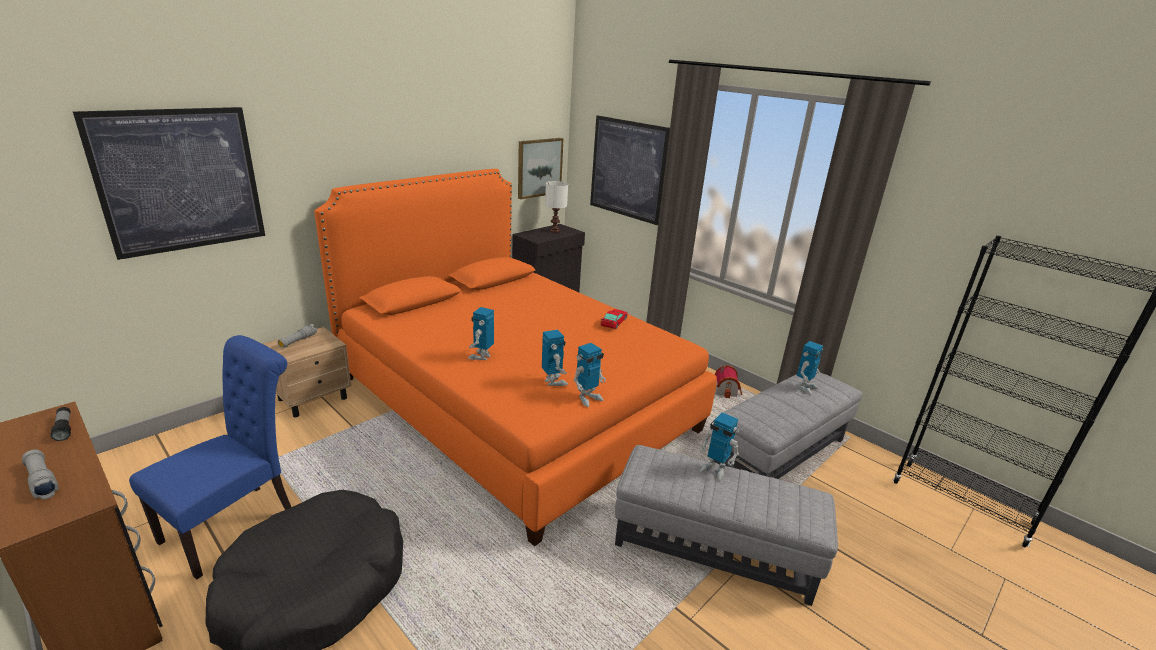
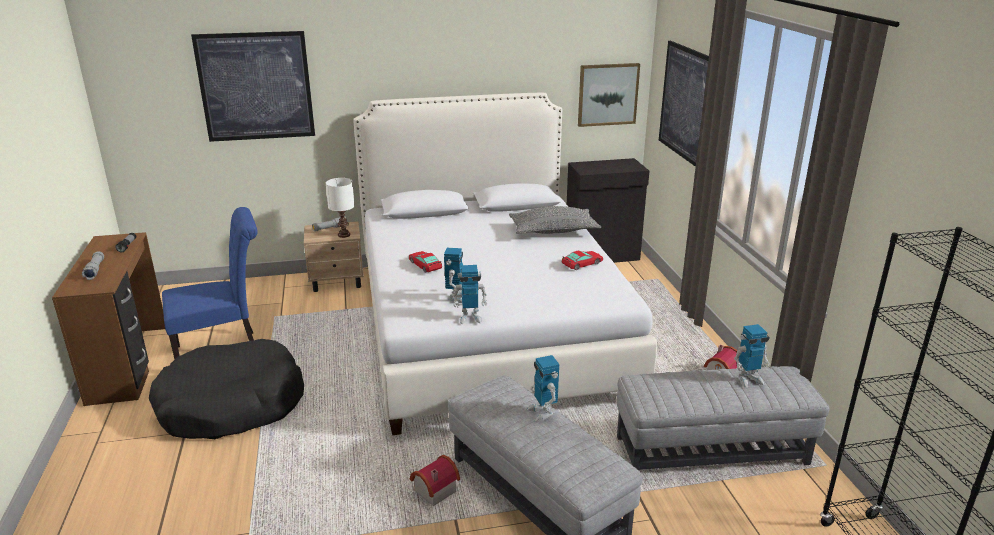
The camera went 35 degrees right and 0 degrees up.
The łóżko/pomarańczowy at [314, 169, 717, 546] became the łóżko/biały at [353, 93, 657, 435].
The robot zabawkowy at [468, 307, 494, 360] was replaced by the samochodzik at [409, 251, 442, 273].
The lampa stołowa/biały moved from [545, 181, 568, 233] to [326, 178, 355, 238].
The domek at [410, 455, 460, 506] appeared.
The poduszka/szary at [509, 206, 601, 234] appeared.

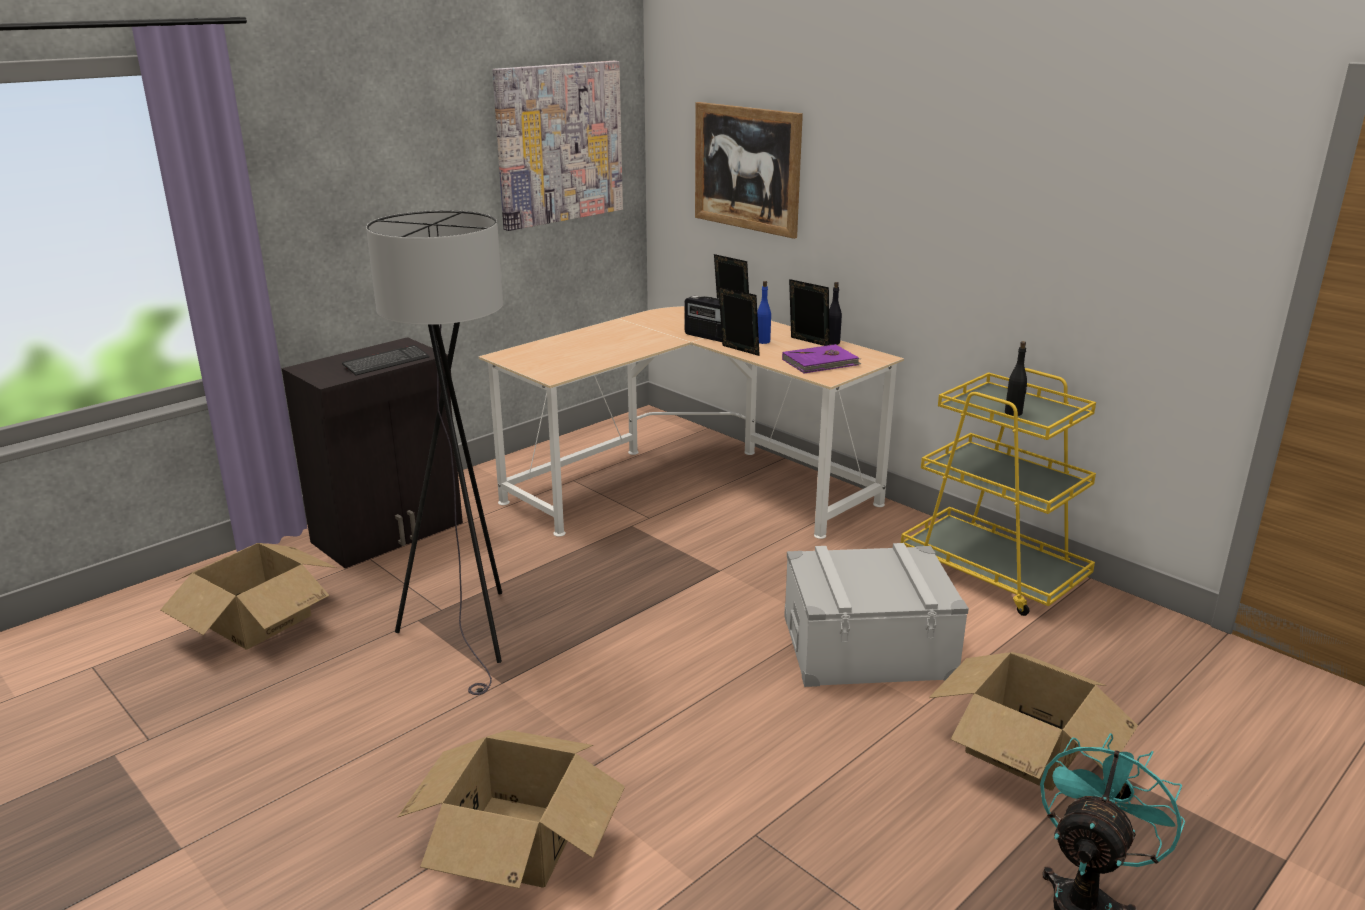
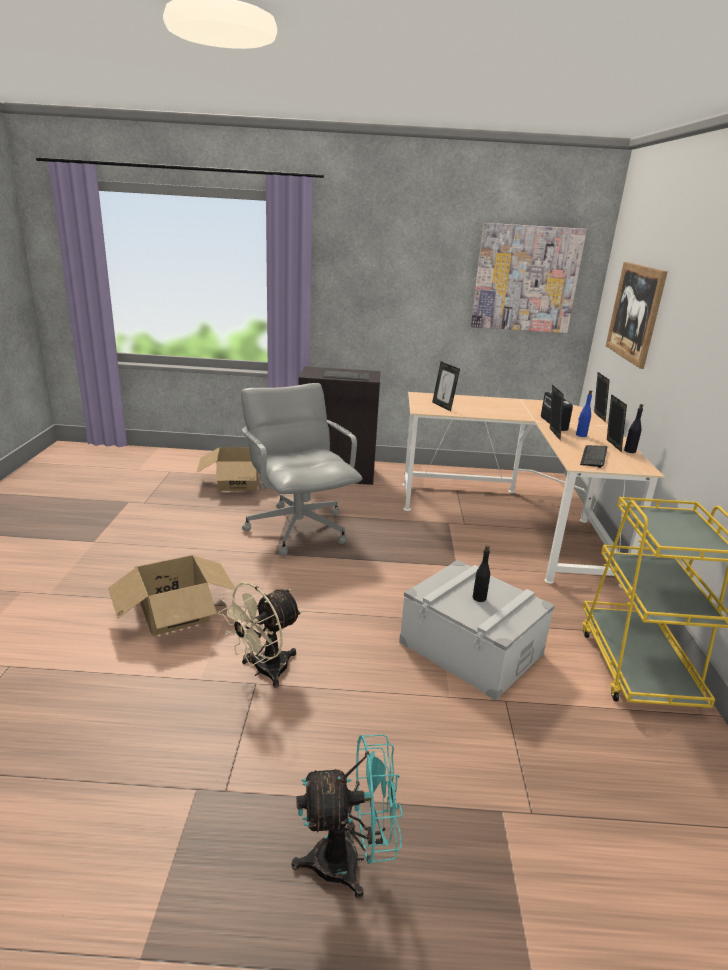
The camera went 45 degrees right and 0 degrees up.
The lampa stojąca/szary at [366, 210, 503, 695] was replaced by the krzesło biurowe/szary at [241, 383, 362, 556].
The książka/fioletowy at [782, 344, 861, 373] was replaced by the klawiatura at [580, 445, 608, 468].
The karton at [929, 652, 1138, 791] disappeared.
The butelka/czarny moved from [1005, 341, 1027, 416] to [473, 545, 490, 602].
The wentylator/beżowy at [218, 583, 302, 688] appeared.
The ramka na zdjęcie at [432, 362, 460, 411] appeared.

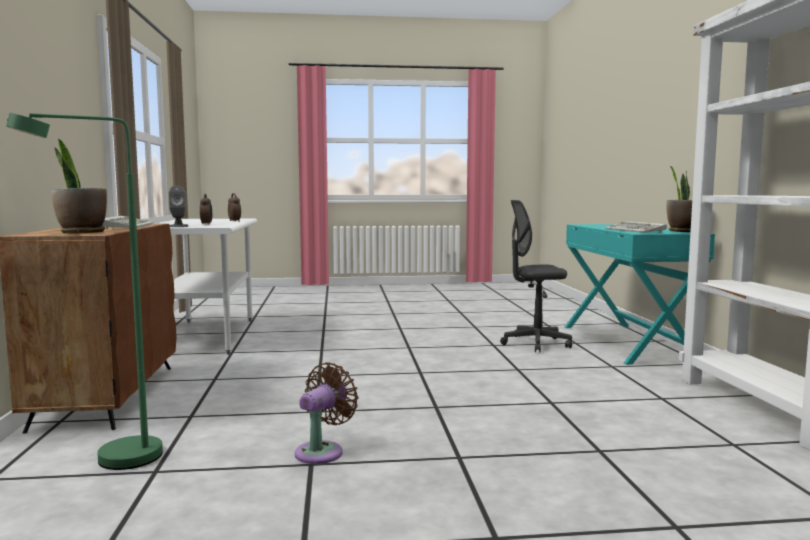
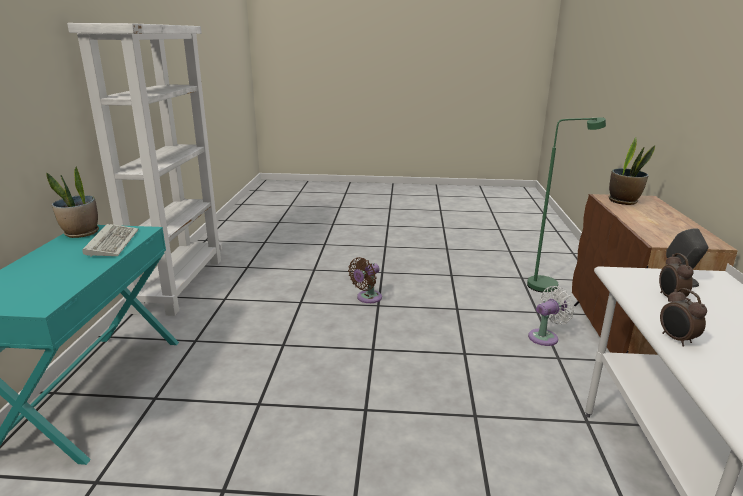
The camera went 170 degrees left and 15 degrees up.
The klawiatura at [102, 216, 154, 229] disappeared.
The wentylator/brązowy moved from [295, 362, 358, 464] to [348, 257, 382, 303].
The krzesło biurowe/szary at [500, 200, 572, 352] disappeared.
The wentylator/biały at [528, 286, 574, 346] appeared.

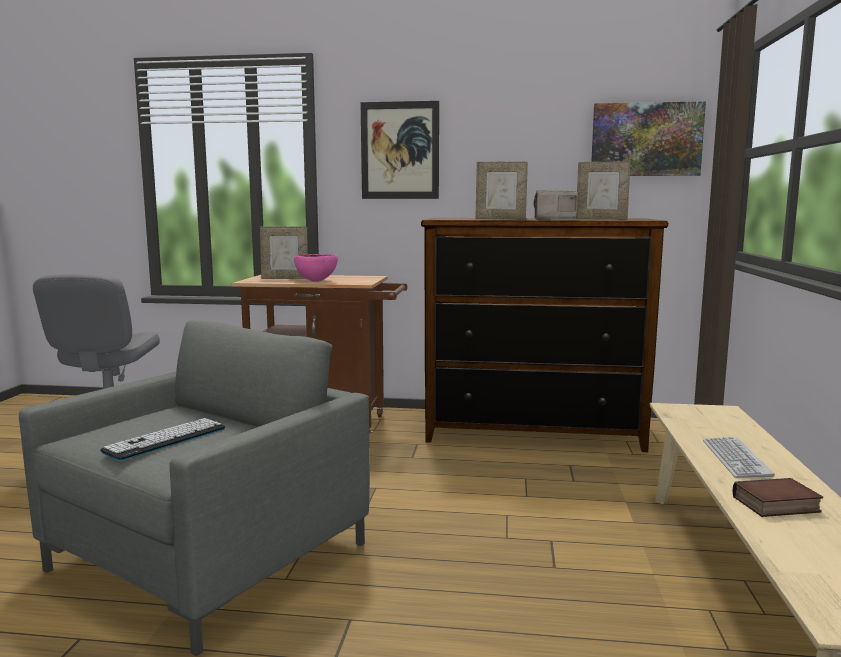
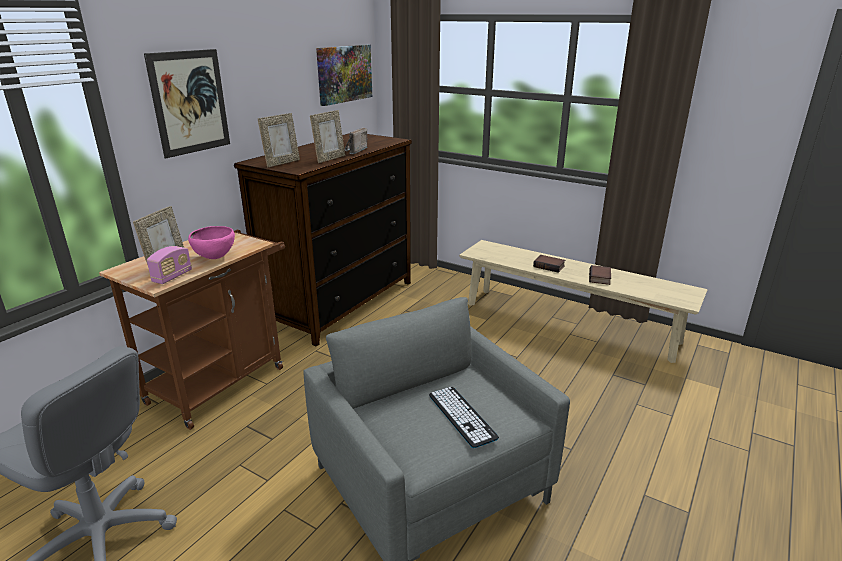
The camera went 65 degrees left and 15 degrees up.
The ramka na zdjęcie moved from [576, 161, 631, 219] to [258, 113, 300, 167].
The klawiatura at [703, 437, 775, 478] was replaced by the książka at [533, 255, 565, 273].
The radio at [147, 246, 192, 284] appeared.

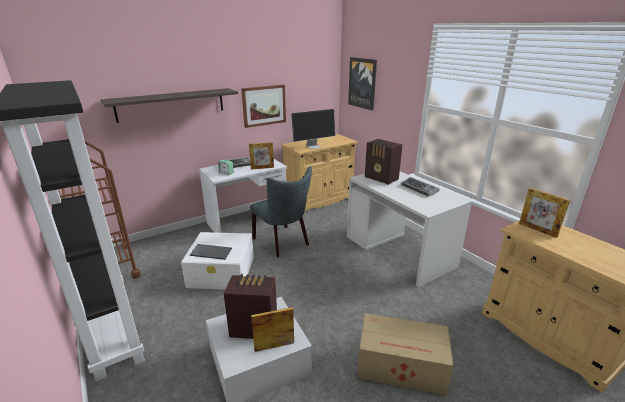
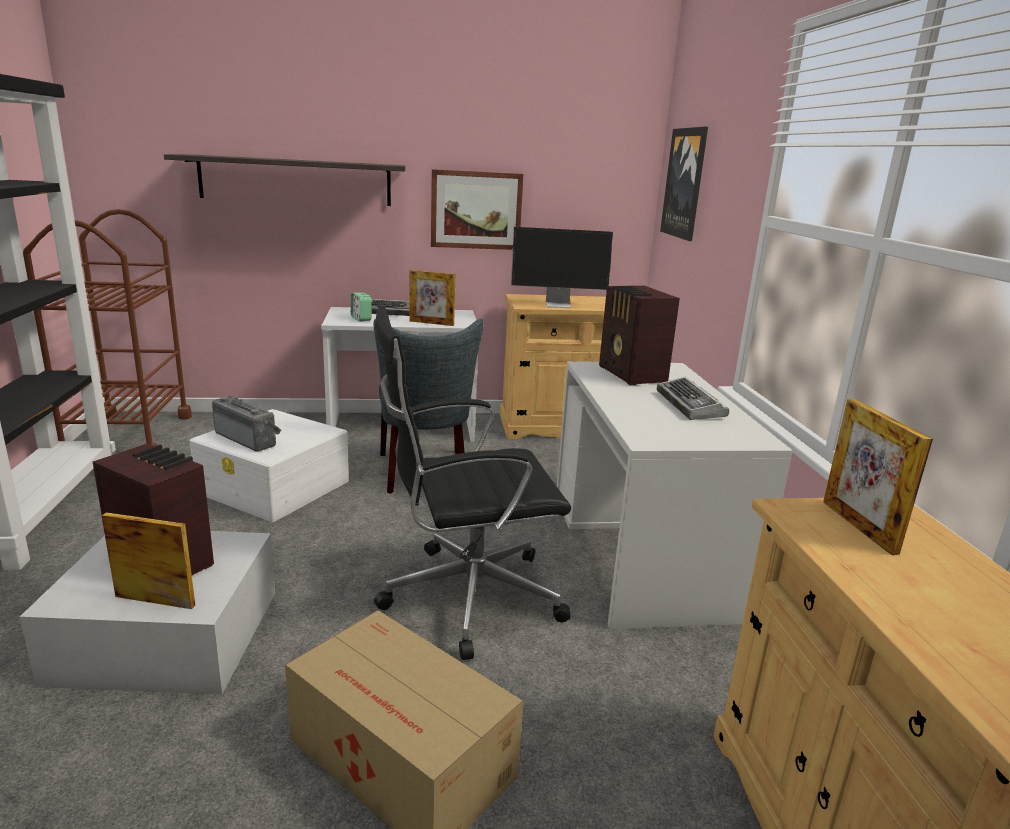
The camera went 25 degrees right and 5 degrees down.
The klawiatura at [190, 244, 232, 260] was replaced by the radio at [212, 396, 281, 452].
The krzesło biurowe/czarny at [374, 306, 571, 660] appeared.

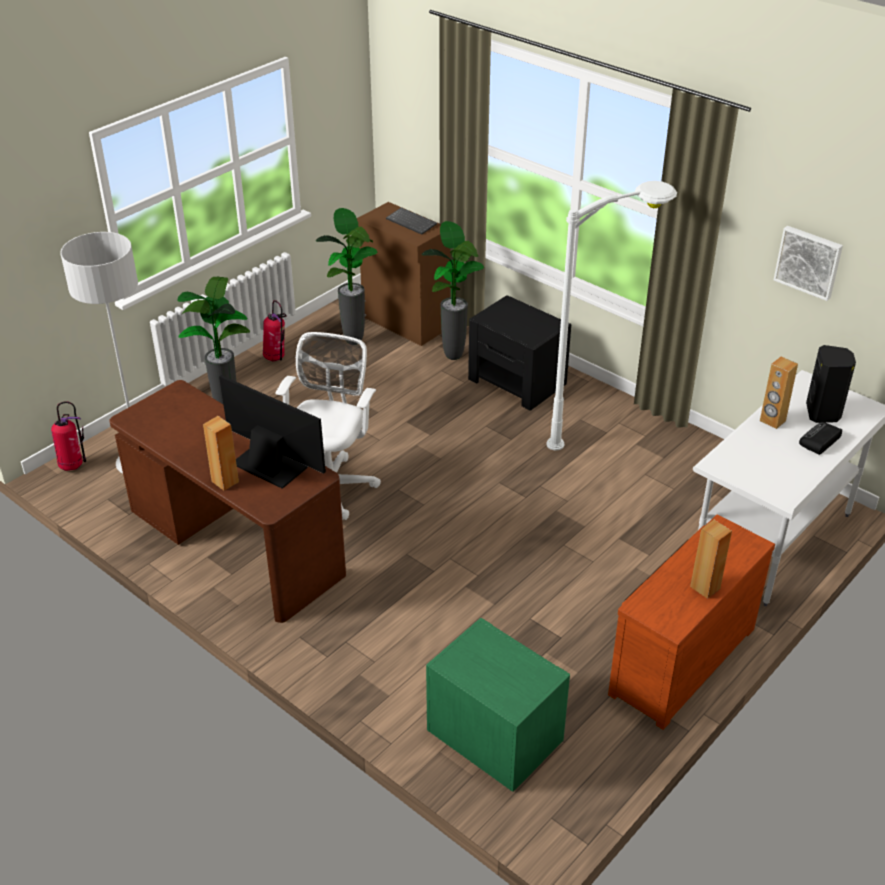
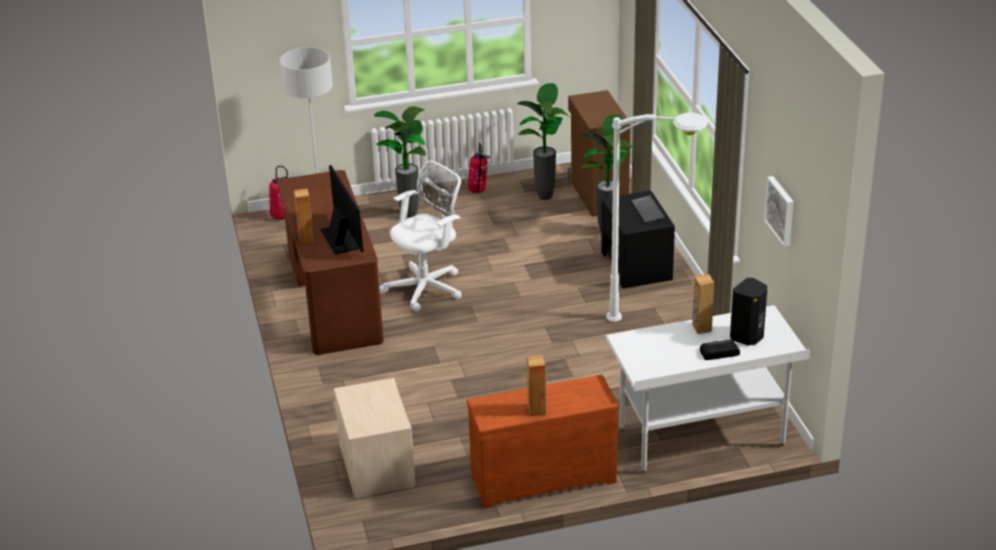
The camera went 35 degrees right and 5 degrees down.
The klawiatura moved from [386, 208, 437, 235] to [631, 195, 665, 223].
The szafka nocna/zielony at [426, 618, 570, 792] became the szafka nocna/beżowy at [334, 378, 416, 498].

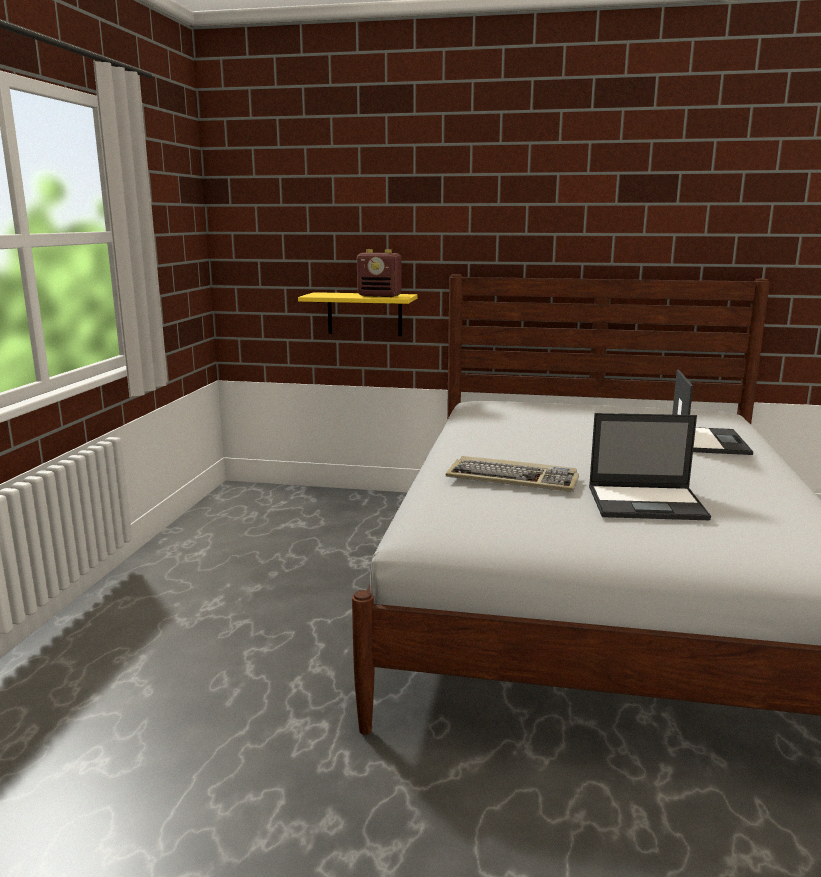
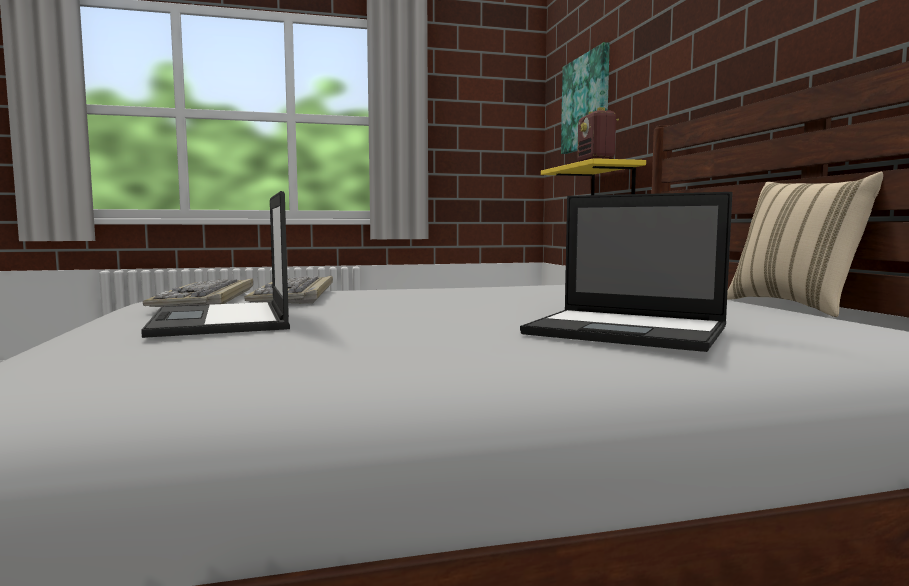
The camera went 65 degrees right and 10 degrees down.
The laptop at [672, 369, 753, 455] turned 45 degrees clockwise.
The klawiatura at [143, 278, 253, 307] appeared.
The obraz at [561, 42, 610, 154] appeared.
The poduszka/beżowy at [727, 172, 883, 317] appeared.

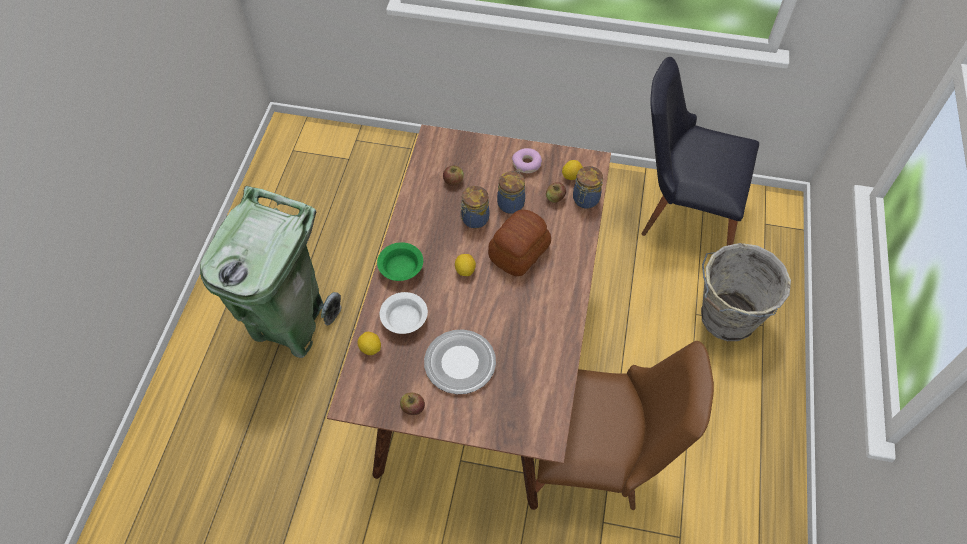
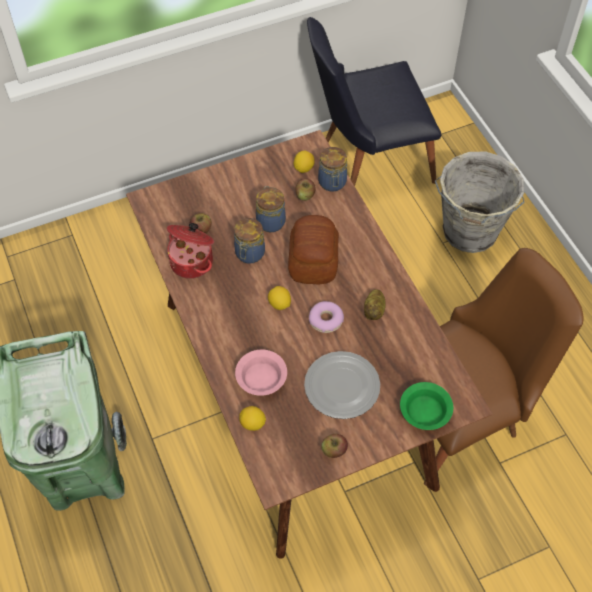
The camera went 35 degrees left and 0 degrees up.
The miska/zielony moved from [377, 242, 423, 281] to [400, 382, 453, 430].
The miska/biały at [380, 292, 428, 334] became the miska/różowy at [235, 350, 287, 396].
The donut moved from [512, 148, 542, 173] to [309, 301, 344, 333].
The garnek at [167, 223, 214, 279] appeared.
The ziemniak at [364, 289, 386, 320] appeared.

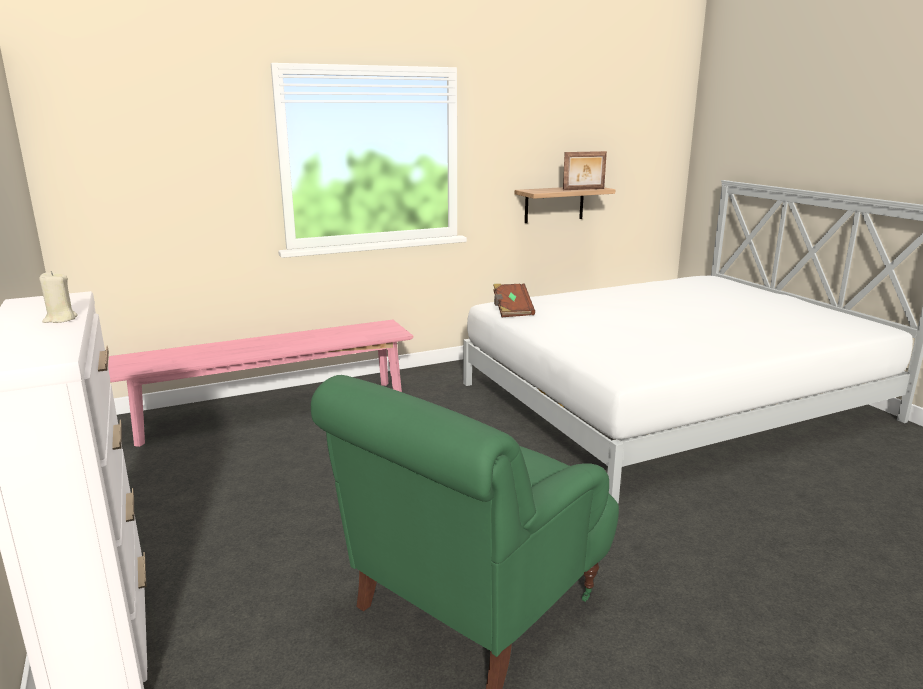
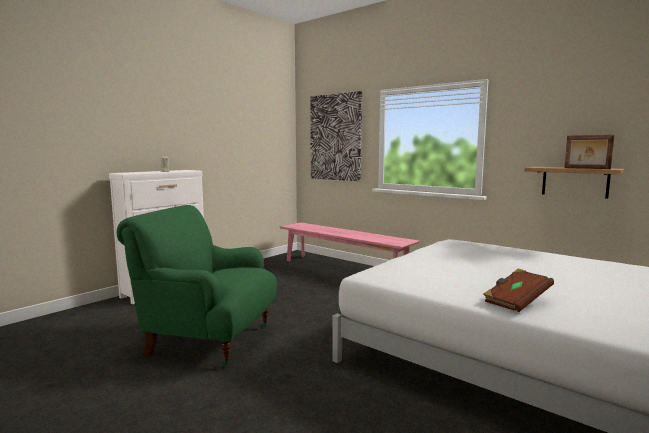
The camera went 65 degrees right and 10 degrees down.
The książka/brązowy moved from [493, 283, 535, 317] to [483, 269, 554, 312].
The obraz at [310, 91, 362, 181] appeared.

